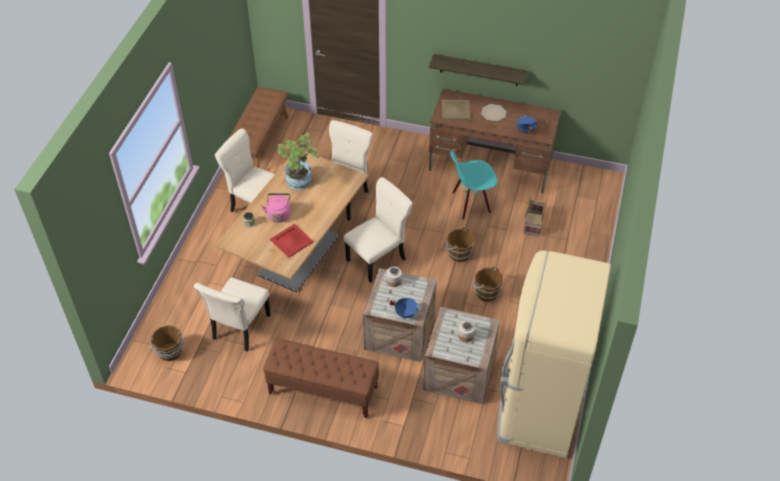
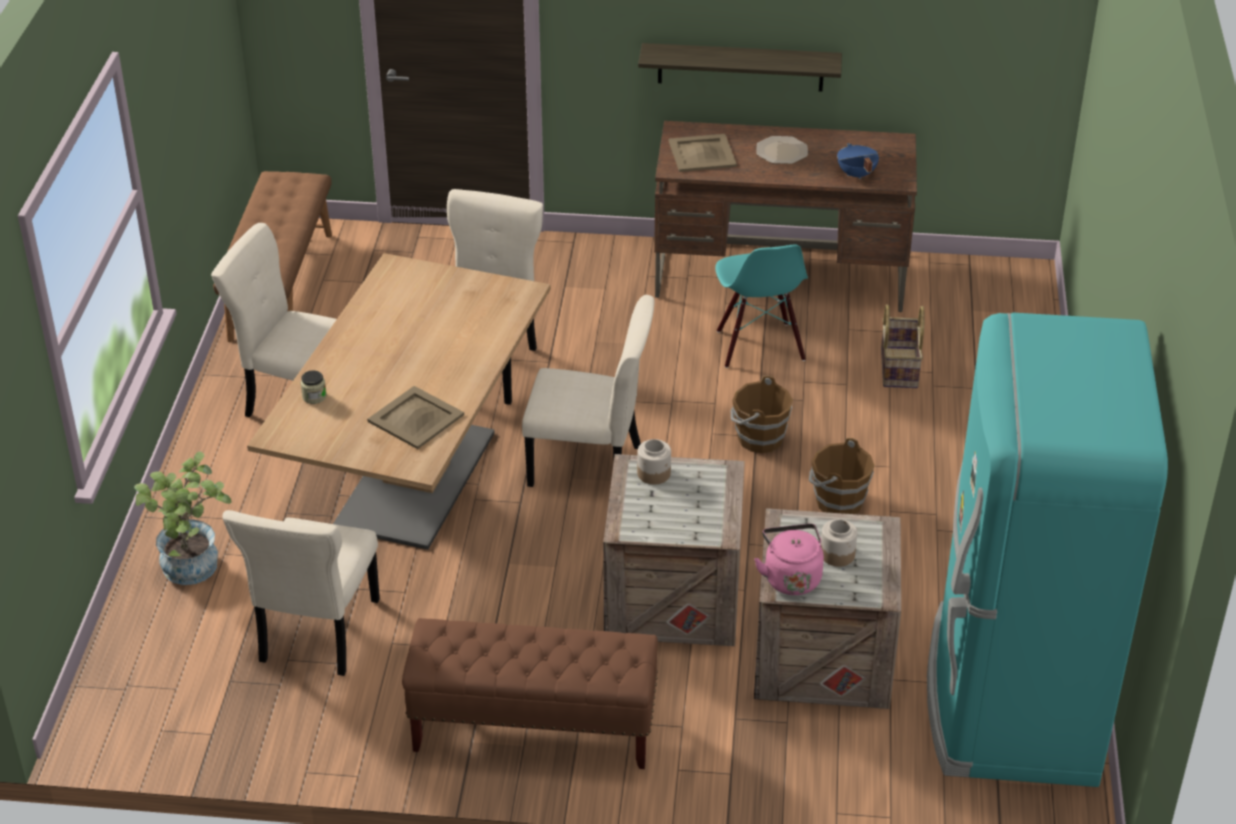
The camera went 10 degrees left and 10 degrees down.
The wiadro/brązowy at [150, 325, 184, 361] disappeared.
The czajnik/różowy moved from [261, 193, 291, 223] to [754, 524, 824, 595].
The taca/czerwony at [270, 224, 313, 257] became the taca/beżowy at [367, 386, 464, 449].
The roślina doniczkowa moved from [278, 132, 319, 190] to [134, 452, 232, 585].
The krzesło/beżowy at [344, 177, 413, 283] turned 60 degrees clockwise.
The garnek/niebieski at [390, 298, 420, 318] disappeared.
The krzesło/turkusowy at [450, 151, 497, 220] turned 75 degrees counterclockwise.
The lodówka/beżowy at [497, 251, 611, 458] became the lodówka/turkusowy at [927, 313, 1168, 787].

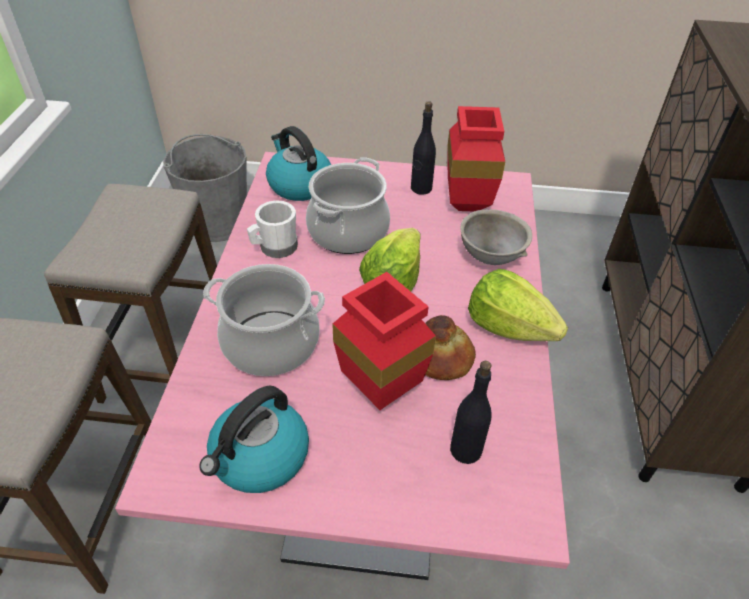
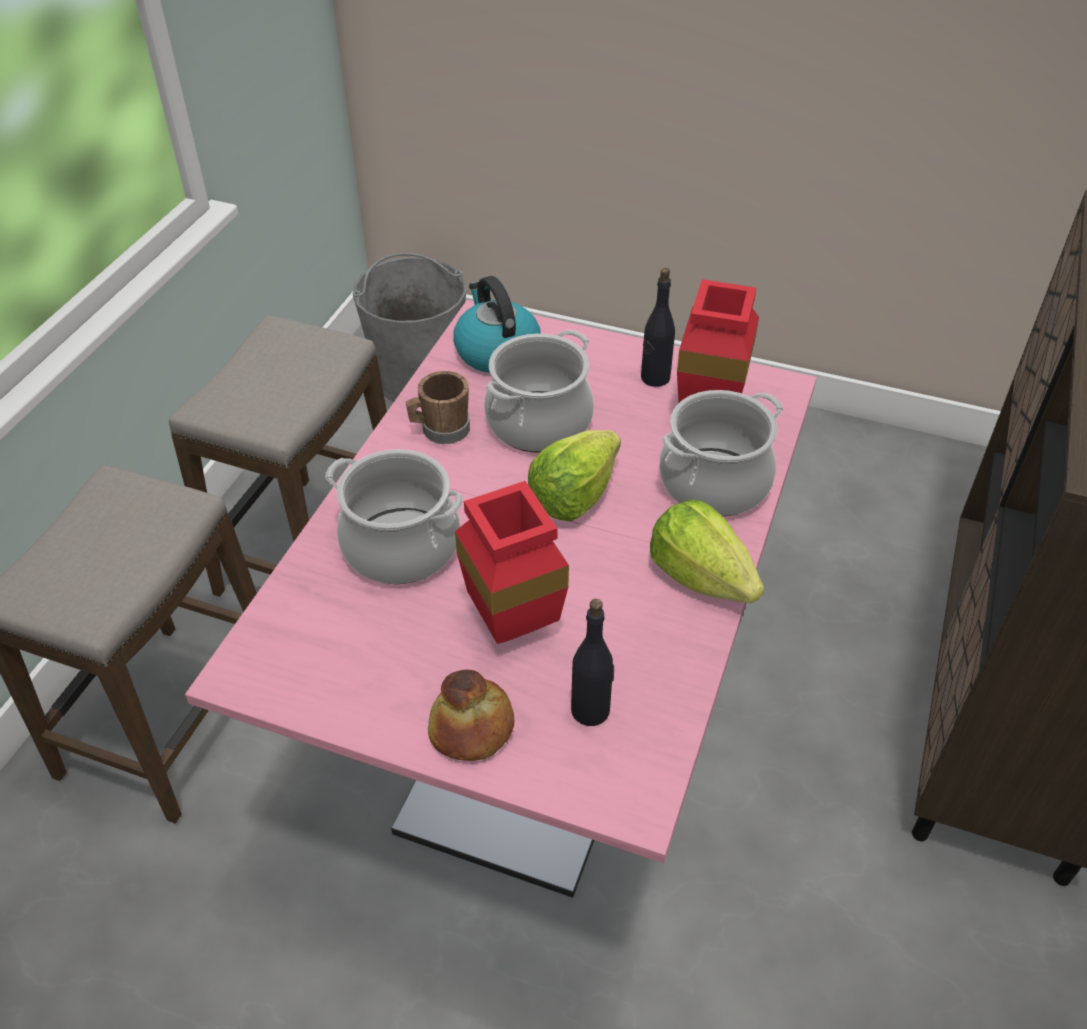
The camera went 15 degrees right and 0 degrees up.
The czajnik at [199, 386, 309, 493] disappeared.
The kubek/biały at [247, 201, 298, 258] became the kubek/brązowy at [406, 371, 470, 444].
The chleb moved from [425, 315, 476, 380] to [428, 670, 514, 761].
The miska/szary at [461, 209, 532, 265] was replaced by the garnek at [659, 390, 783, 517].

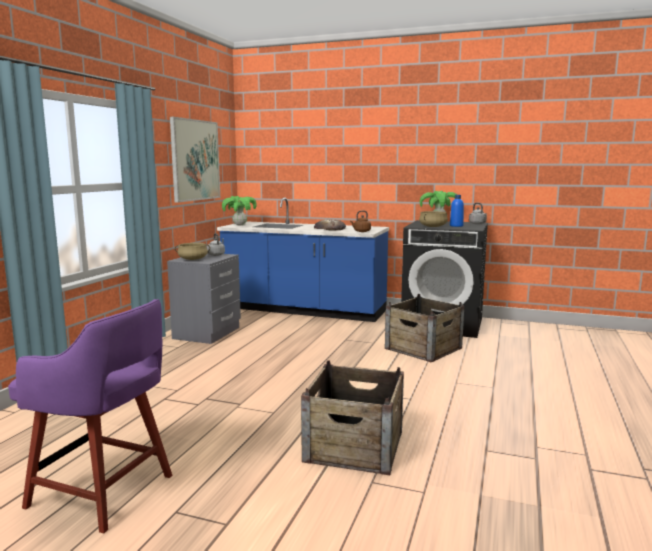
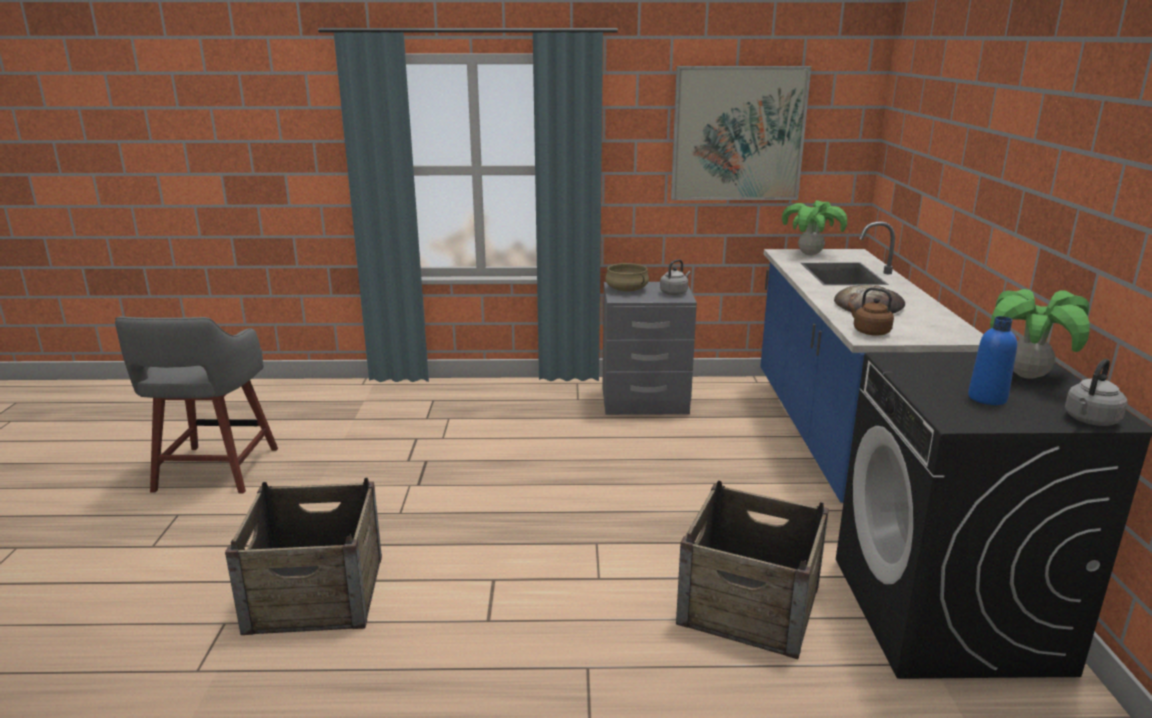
The camera went 70 degrees right and 10 degrees up.
The stołek/fioletowy at [8, 299, 172, 533] became the stołek/szary at [115, 316, 278, 494].
The garnek/beżowy at [419, 211, 448, 227] disappeared.

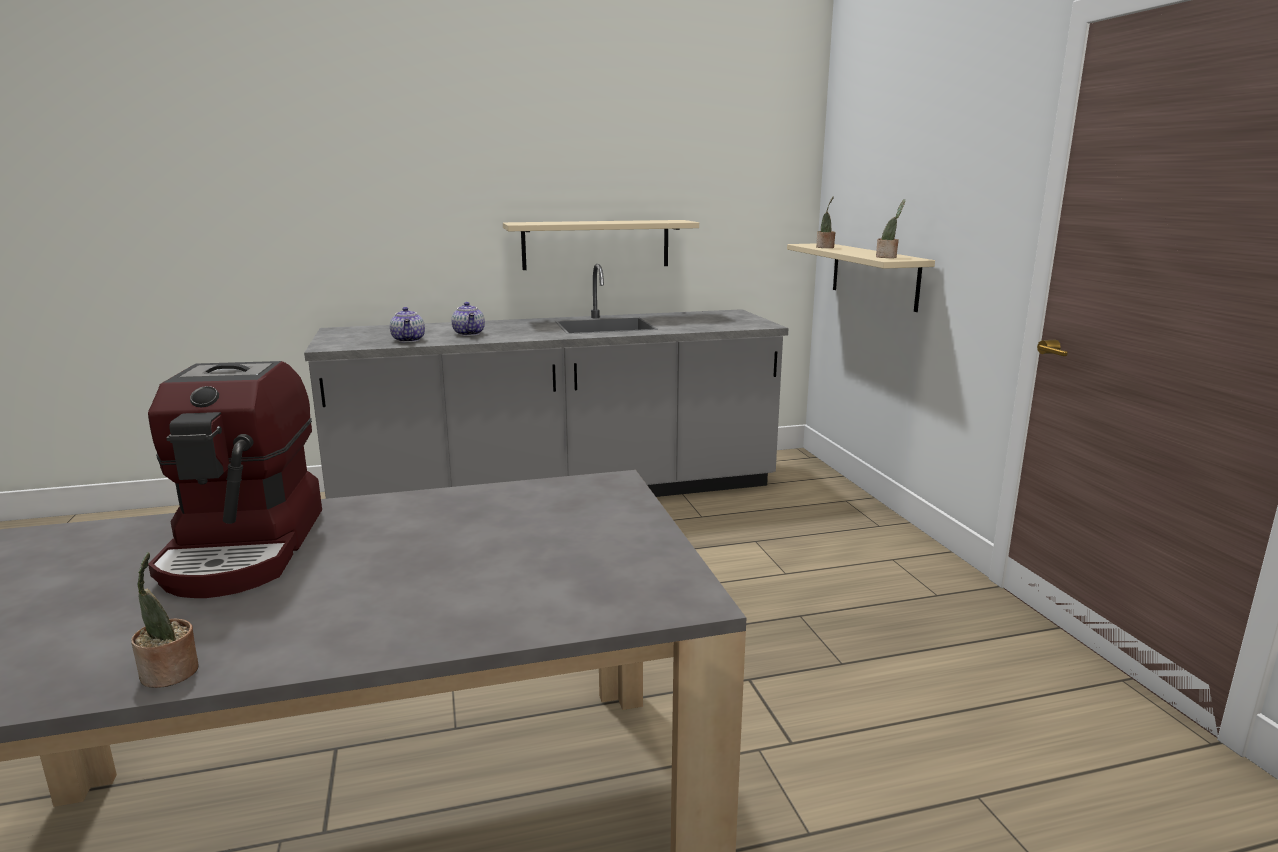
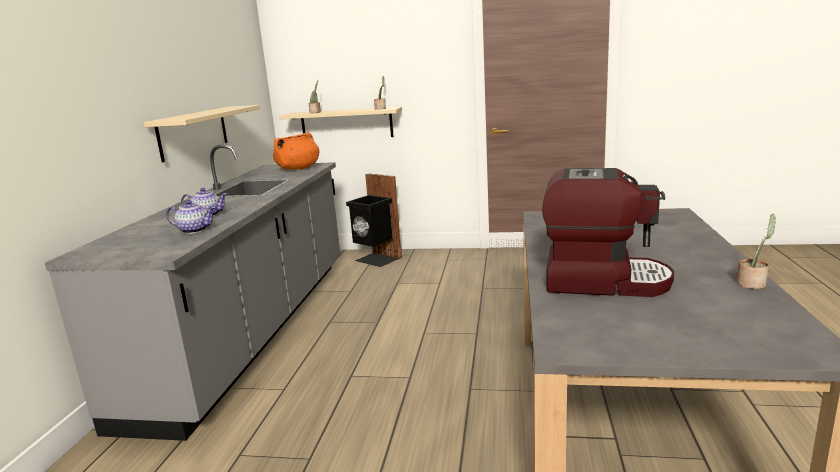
The camera went 65 degrees left and 0 degrees up.
The garnek/pomarańczowy at [273, 132, 319, 170] appeared.
The kosz na śmieci/czarny at [346, 173, 402, 267] appeared.

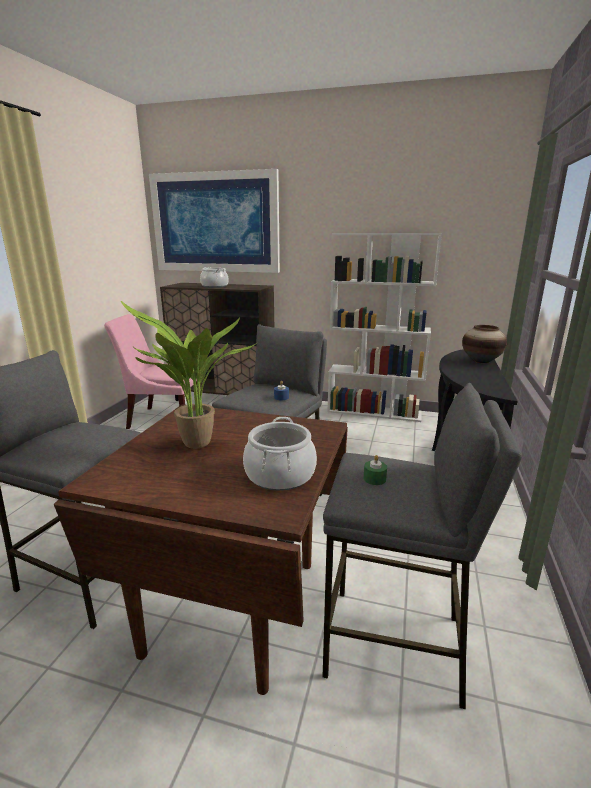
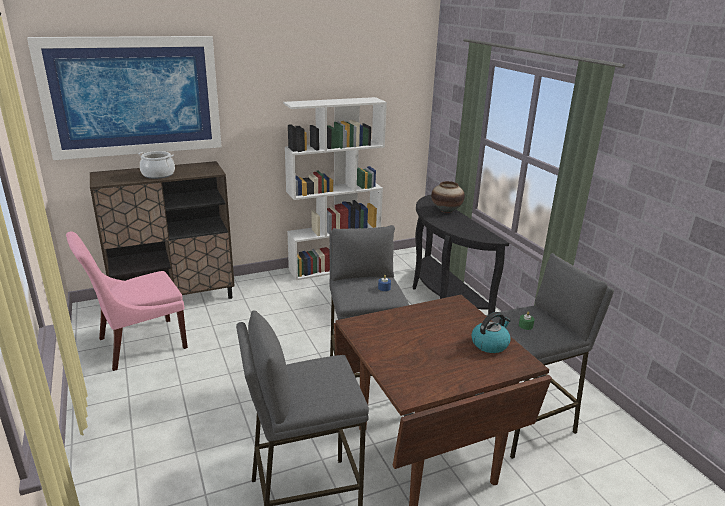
The camera went 40 degrees left and 5 degrees up.
The roślina doniczkowa at [121, 301, 255, 449] disappeared.
The garnek at [243, 417, 317, 491] was replaced by the czajnik at [471, 312, 511, 353].

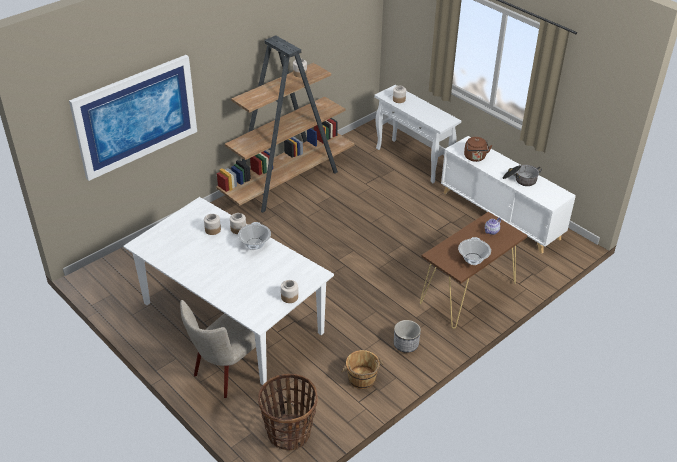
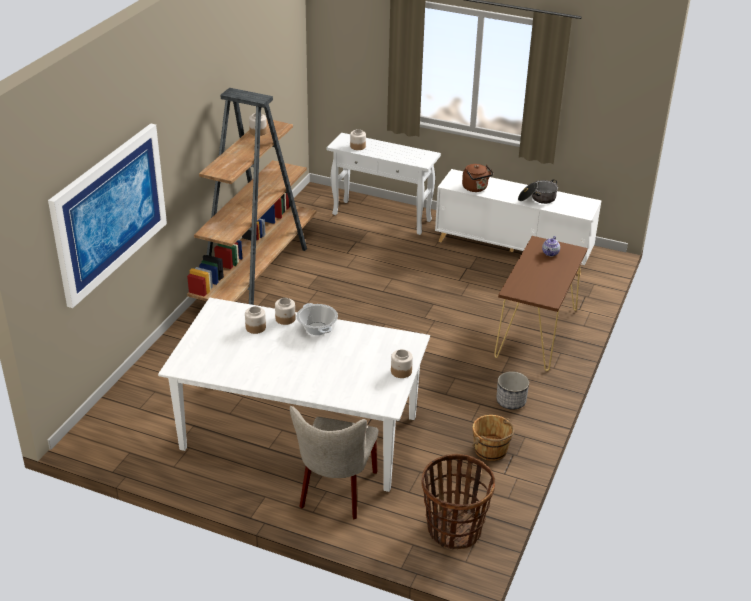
The camera went 25 degrees left and 5 degrees down.
The garnek at [458, 237, 491, 265] disappeared.

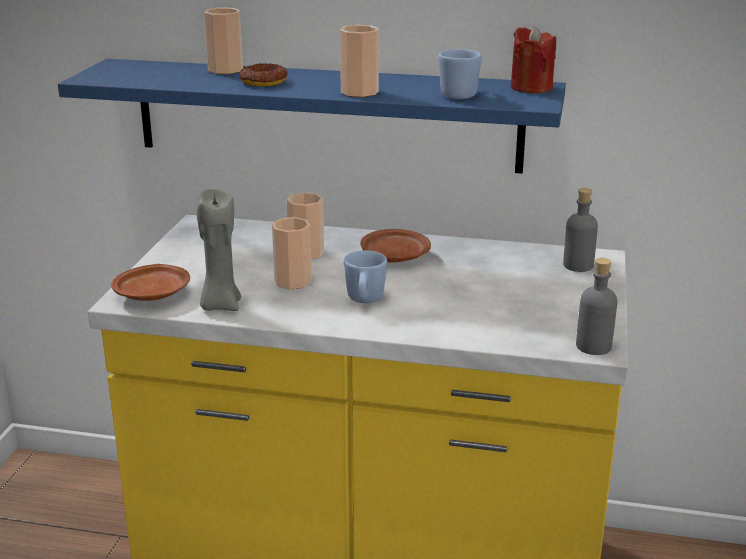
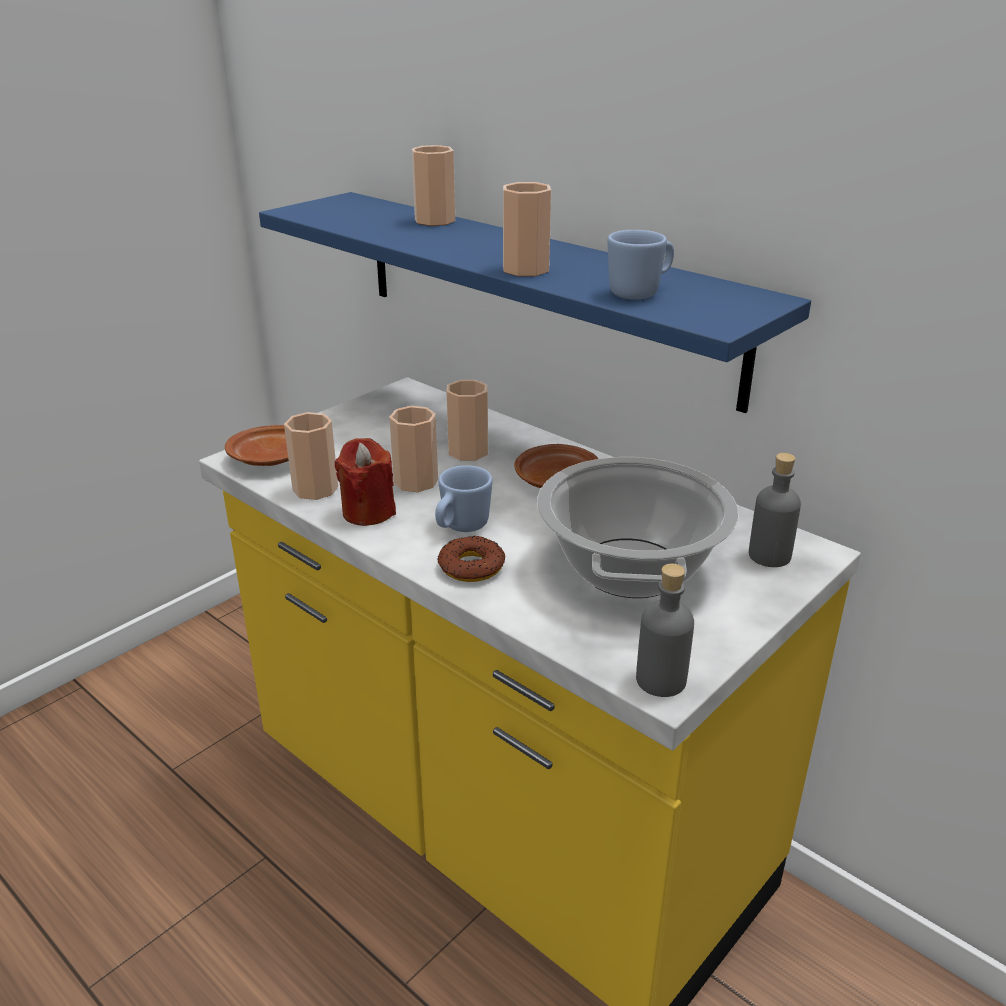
The camera went 30 degrees right and 5 degrees up.
The świeca/szary at [197, 189, 241, 311] was replaced by the filiżanka at [284, 412, 338, 500].
The donut moved from [239, 63, 288, 87] to [437, 536, 505, 582].
The świeca/czerwony moved from [511, 25, 556, 93] to [335, 438, 396, 526].
The garnek at [537, 457, 738, 598] appeared.

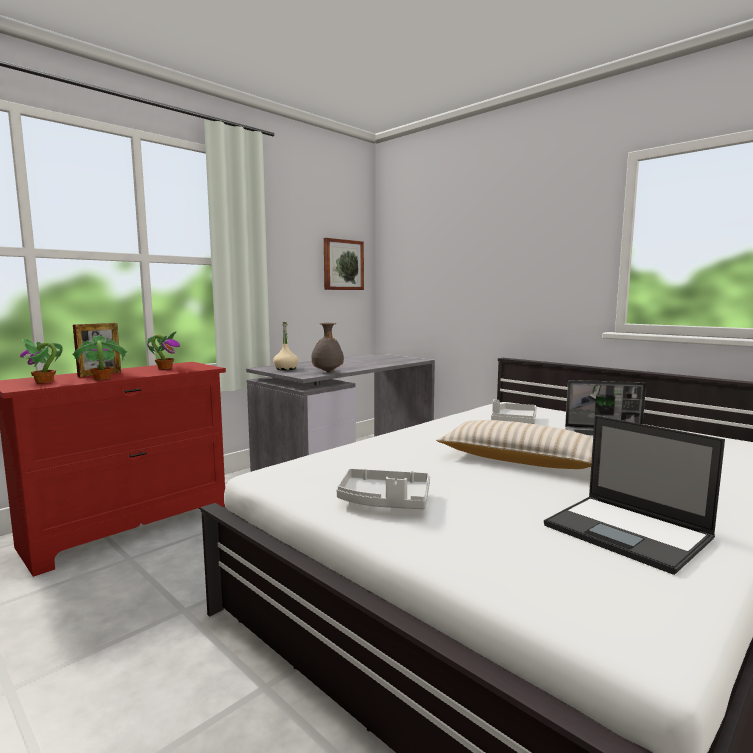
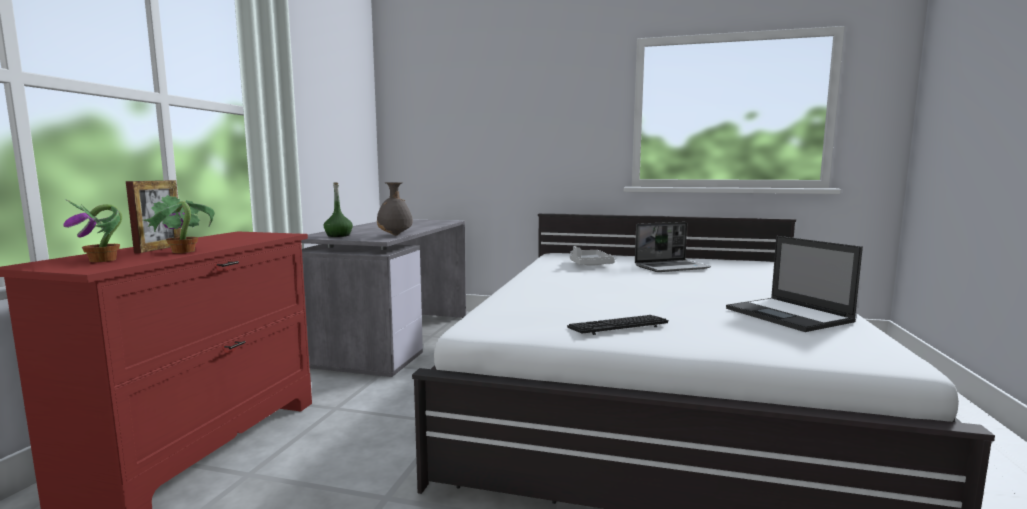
The camera went 30 degrees left and 0 degrees up.
The roślina doniczkowa at [147, 331, 180, 369] disappeared.
The butelka/beżowy at [273, 322, 298, 370] became the butelka/zielony at [324, 183, 353, 237].
The obraz at [324, 238, 364, 290] disappeared.
The taca/szary at [336, 469, 430, 509] was replaced by the klawiatura at [567, 315, 669, 335].
The poduszka/beżowy at [436, 420, 593, 469] disappeared.
The laptop at [544, 415, 725, 575] turned 45 degrees clockwise.

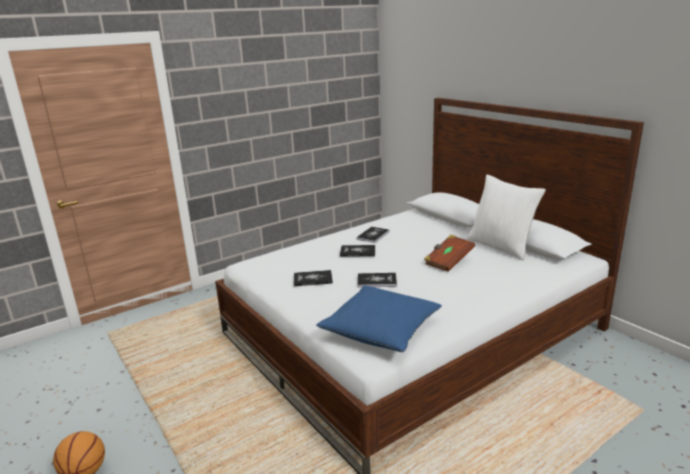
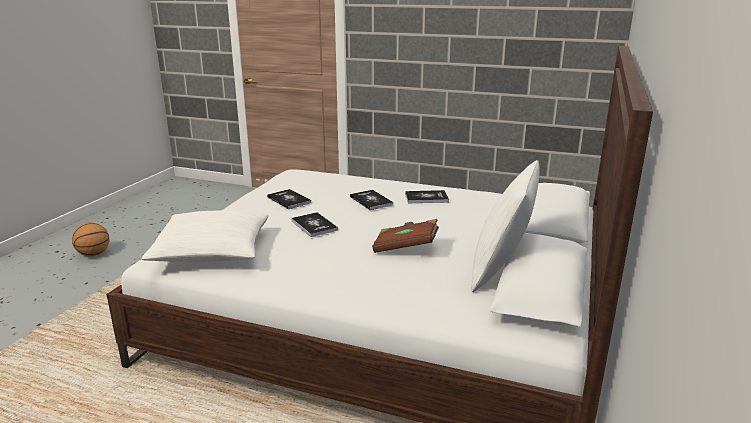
The camera went 55 degrees right and 0 degrees up.
The poduszka/niebieski at [316, 286, 442, 352] became the poduszka/biały at [142, 211, 269, 262].

